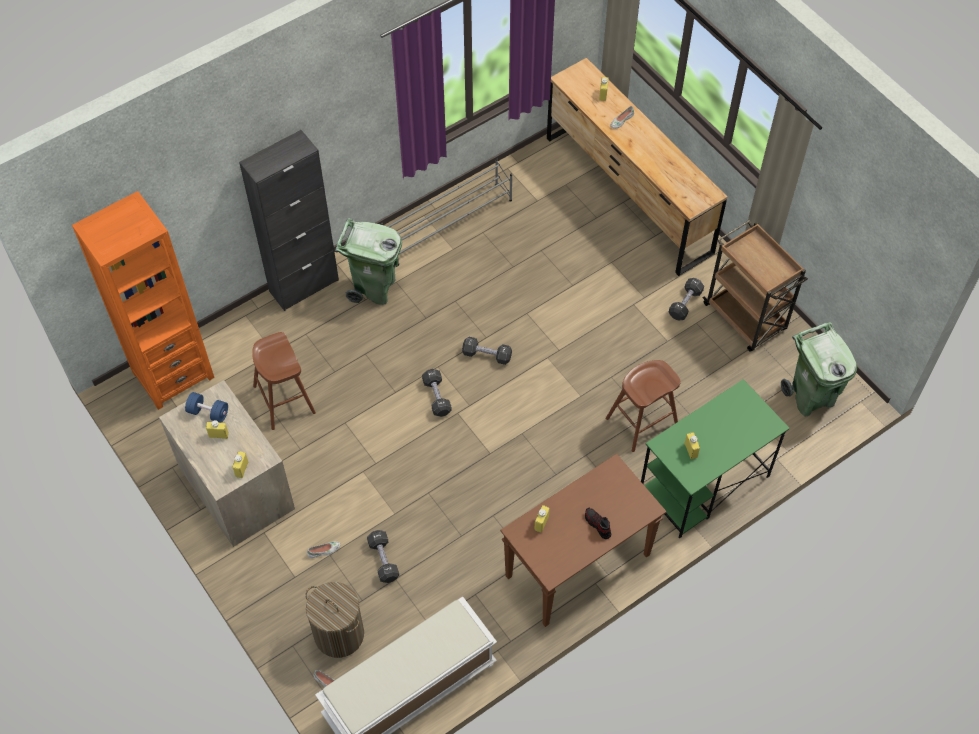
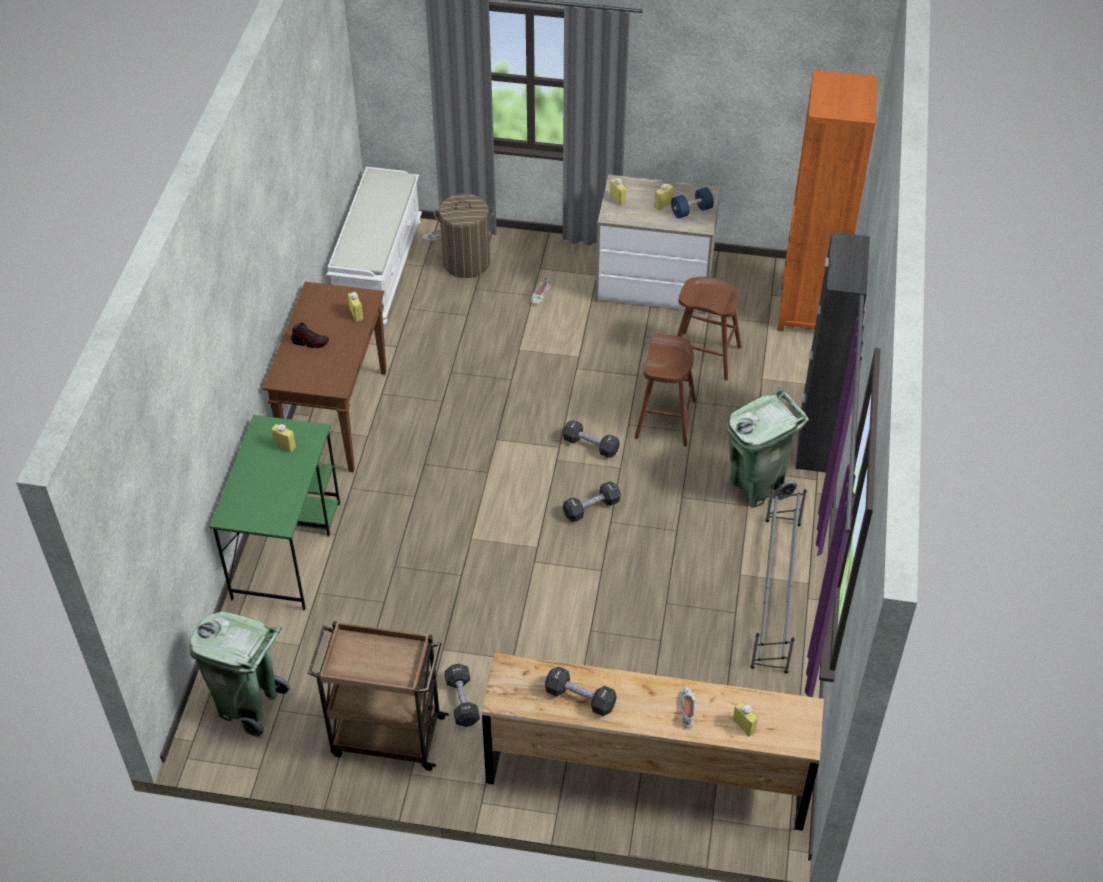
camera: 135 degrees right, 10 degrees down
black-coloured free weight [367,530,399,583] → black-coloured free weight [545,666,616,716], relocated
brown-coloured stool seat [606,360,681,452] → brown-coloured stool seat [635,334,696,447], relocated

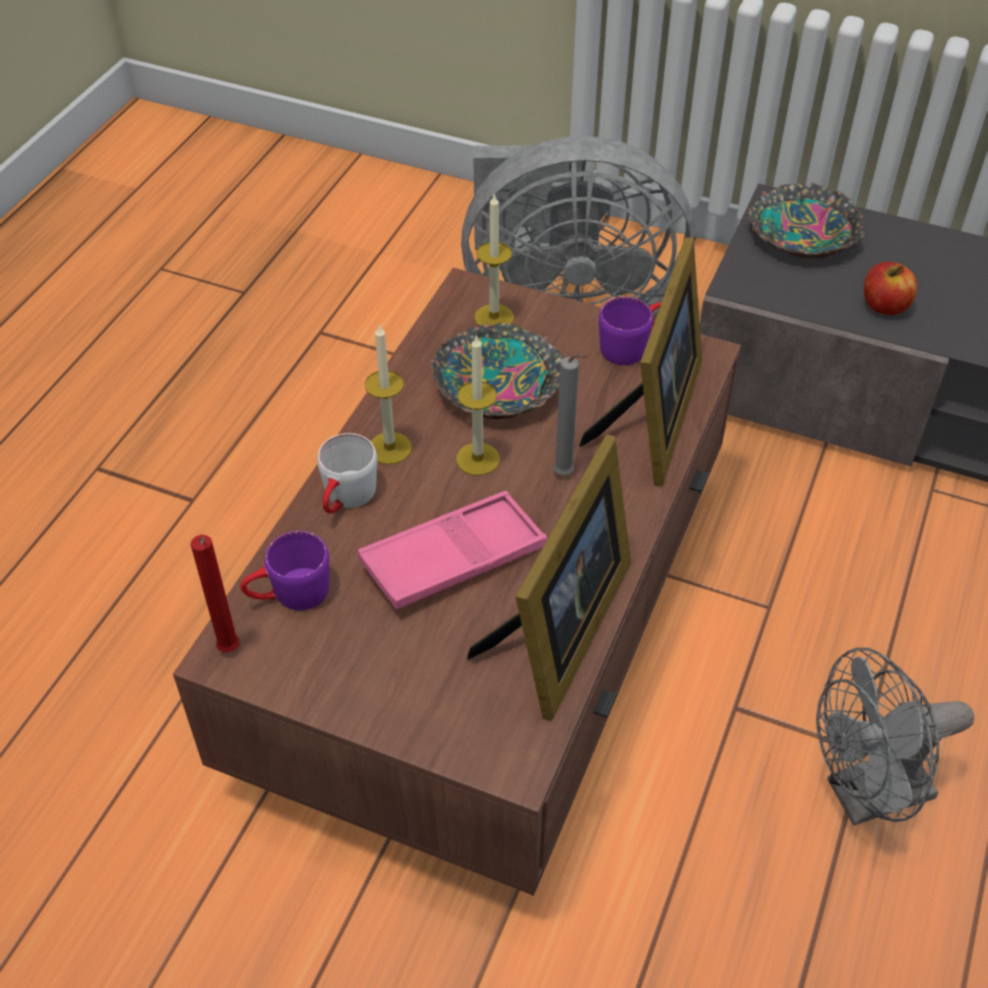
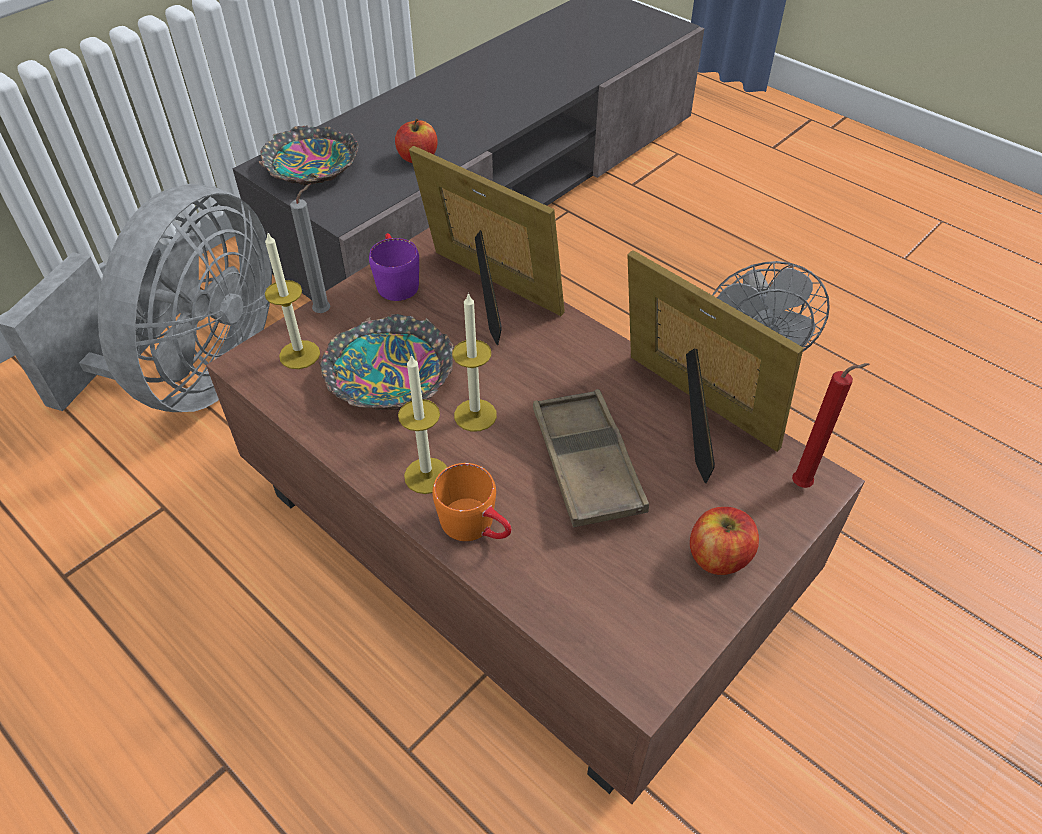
camera: 70 degrees left, 0 degrees up
greyish wax light [553,354,588,475] → greyish wax light [290,184,331,313], relocated
white-coloured mug [317,433,377,514] → orange mug [432,463,512,541]
pink serving tray [358,491,547,610] → brown-coloured serving tray [533,389,649,527]
- → apple fruit [690,507,759,575]
red-coloured wax light [191,535,240,653] → red-coloured wax light [792,363,869,488], relocated
purple-coloured mug [240,531,329,610] → -

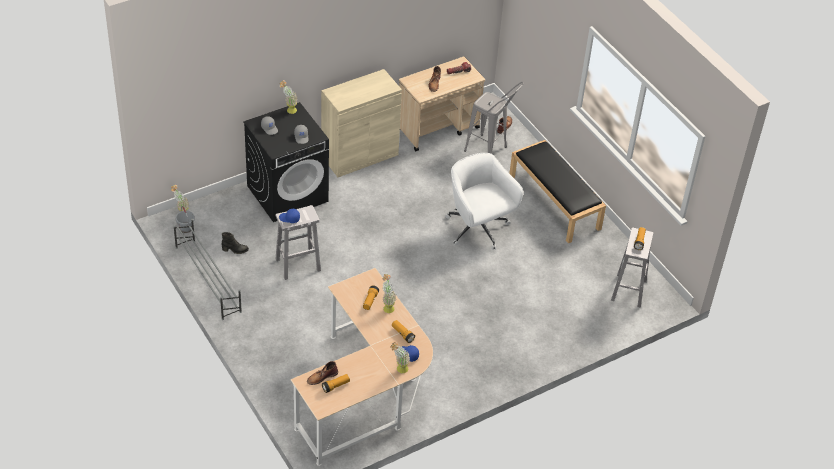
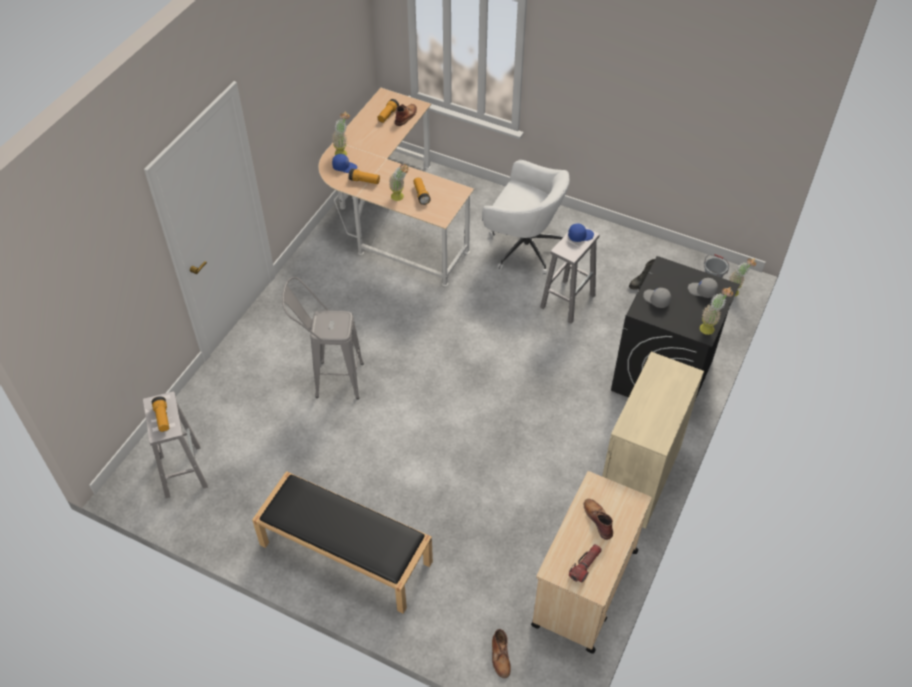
camera: 150 degrees right, 5 degrees up
greyish stool seat [464,82,524,154] → greyish stool seat [282,277,364,399], relocated
white-coloured office chair [445,153,523,250] → white-coloured office chair [482,160,570,275], relocated
greyish shoe shelf [174,219,242,320] → -

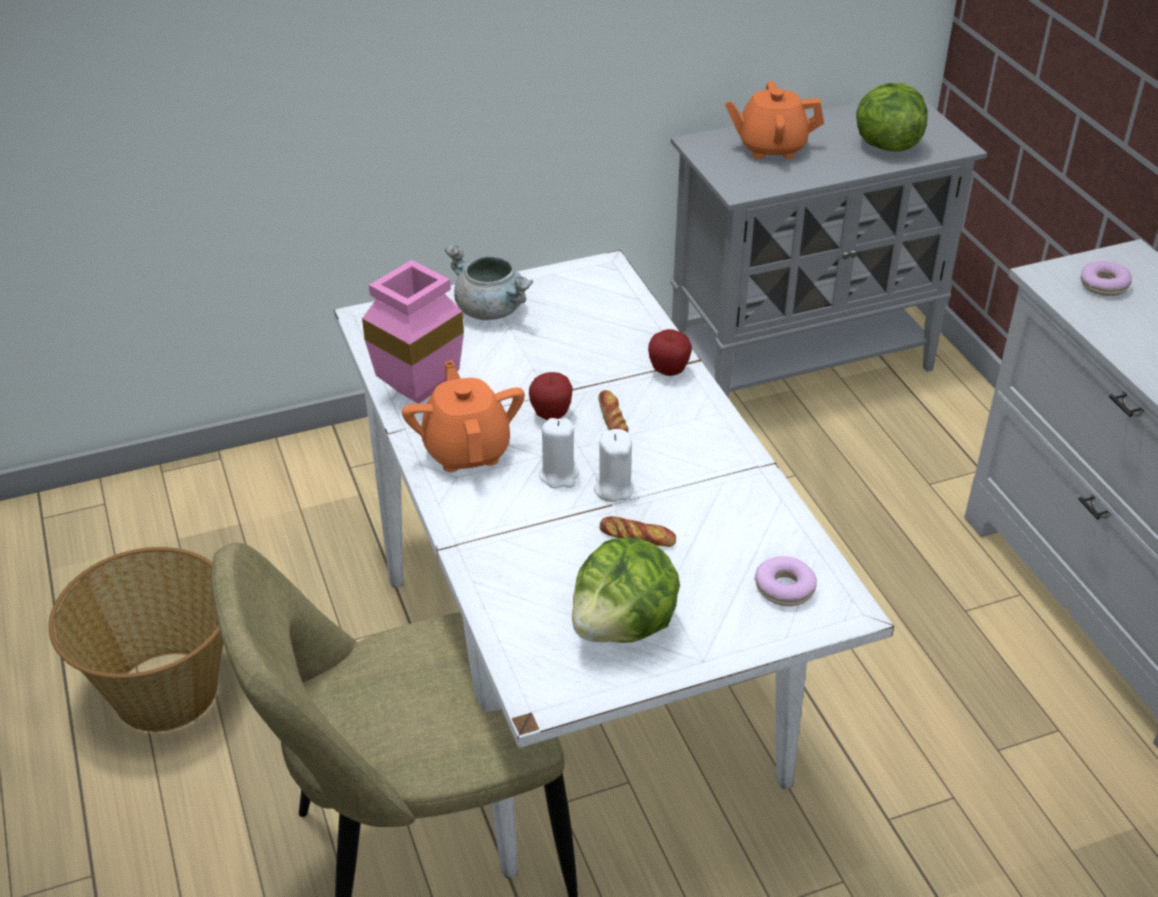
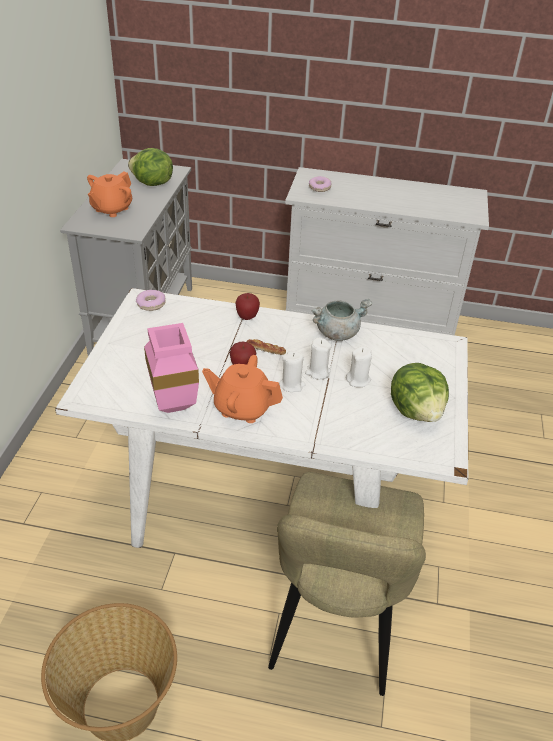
camera: 60 degrees left, 0 degrees up
donut [755,556,817,606] → donut [136,290,165,311], relocated
greyish cooking pot [445,245,533,320] → greyish cooking pot [311,299,372,341], relocated
baked bread [599,516,676,547] → white-coloured wax light [346,346,372,387]

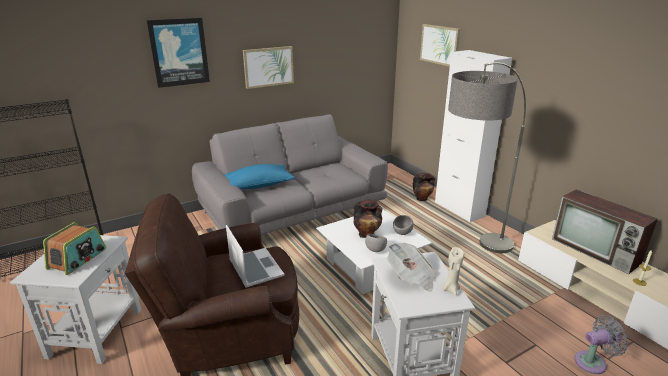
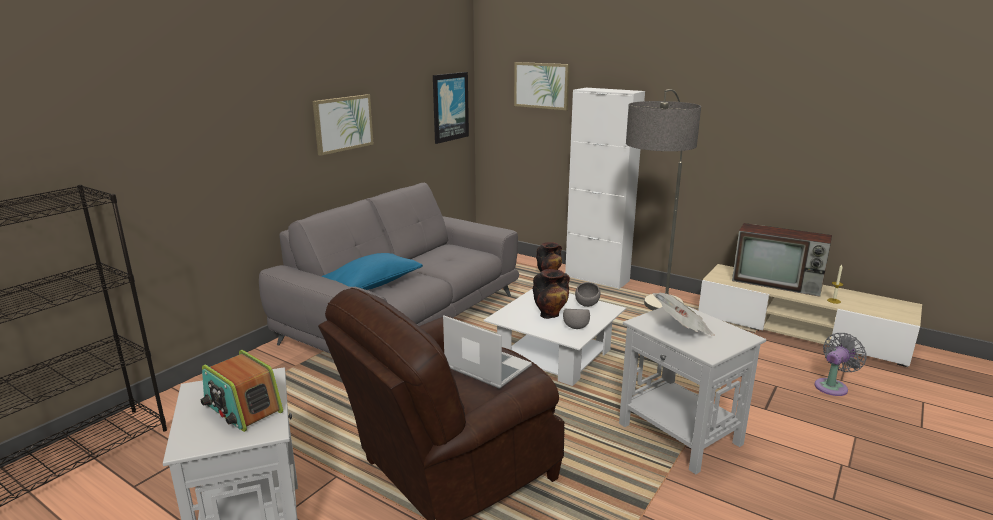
camera: 25 degrees left, 5 degrees down
radio set [43,222,106,275] → radio set [201,350,283,432], 135 degrees clockwise
picture [146,18,210,88] → picture [433,72,469,144], relocated
beige-coloured wax light [443,247,464,295] → -

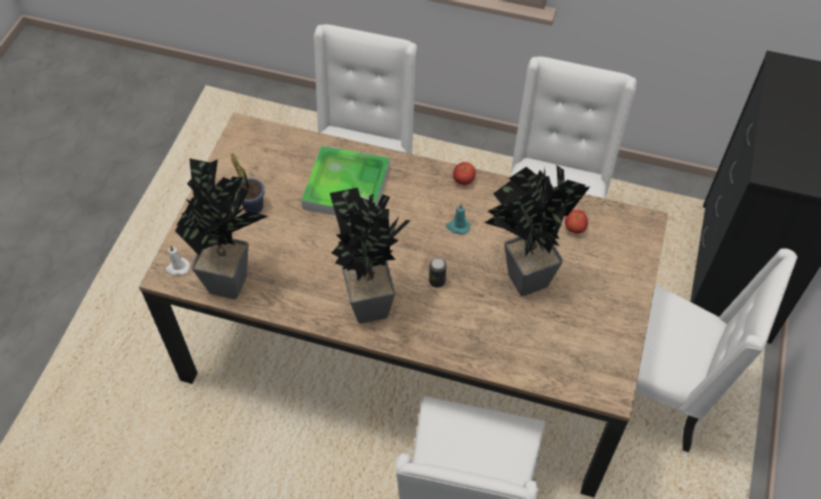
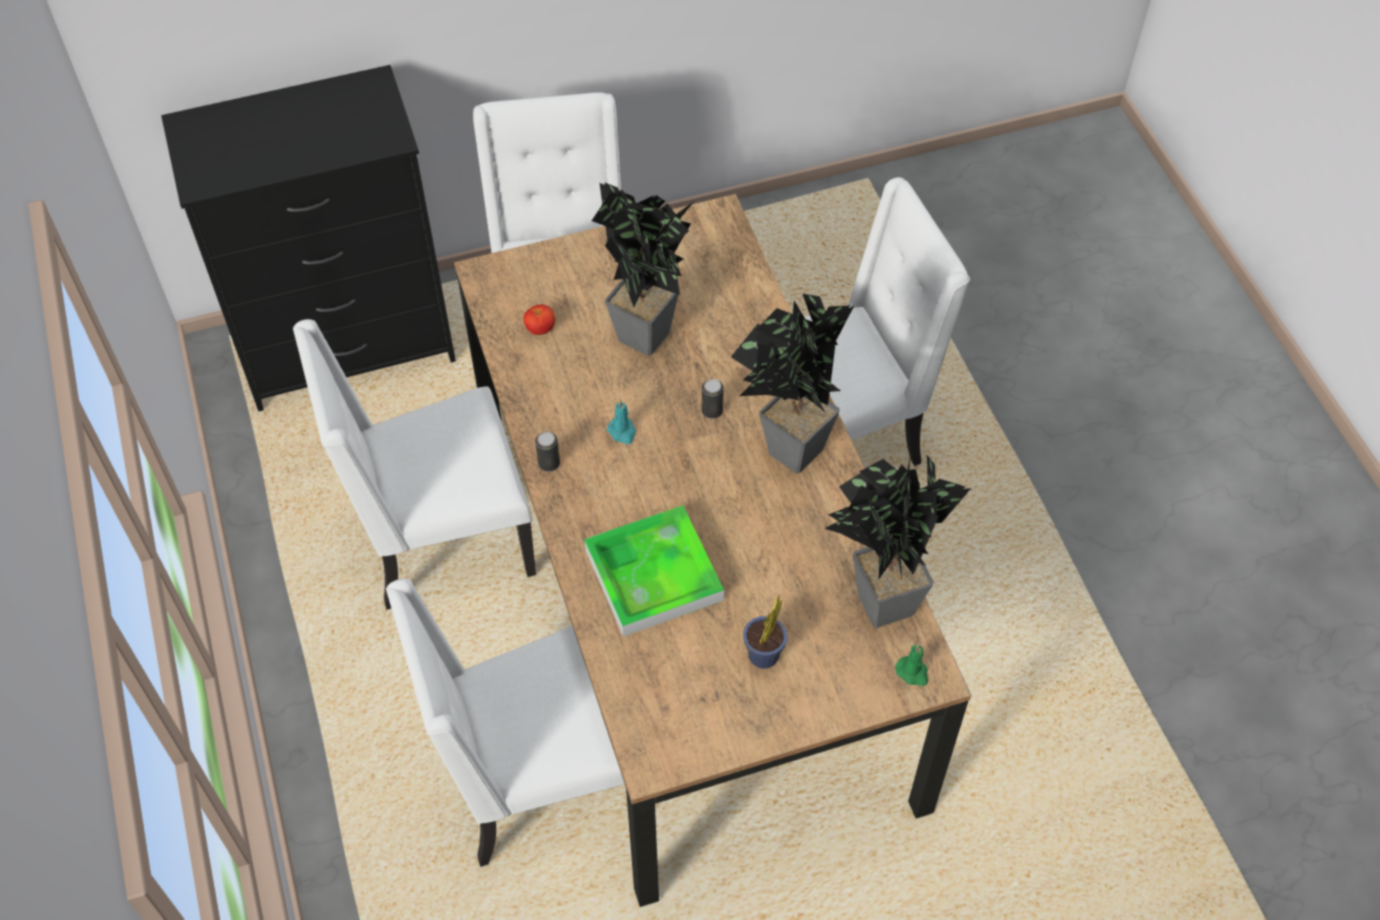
camera: 125 degrees left, 0 degrees up
tomato [453,162,476,185] → can [535,432,560,472]
white-coloured wax light [165,245,190,276] → greenish wax light [896,644,928,686]

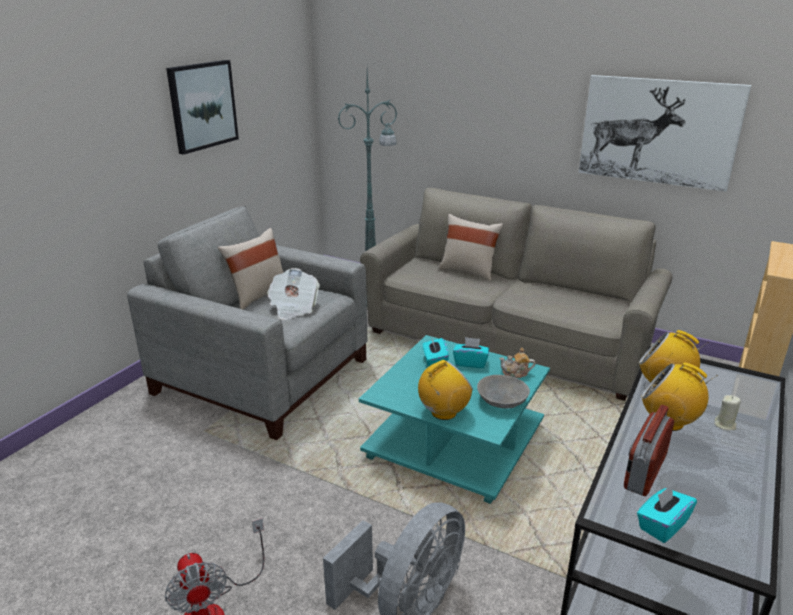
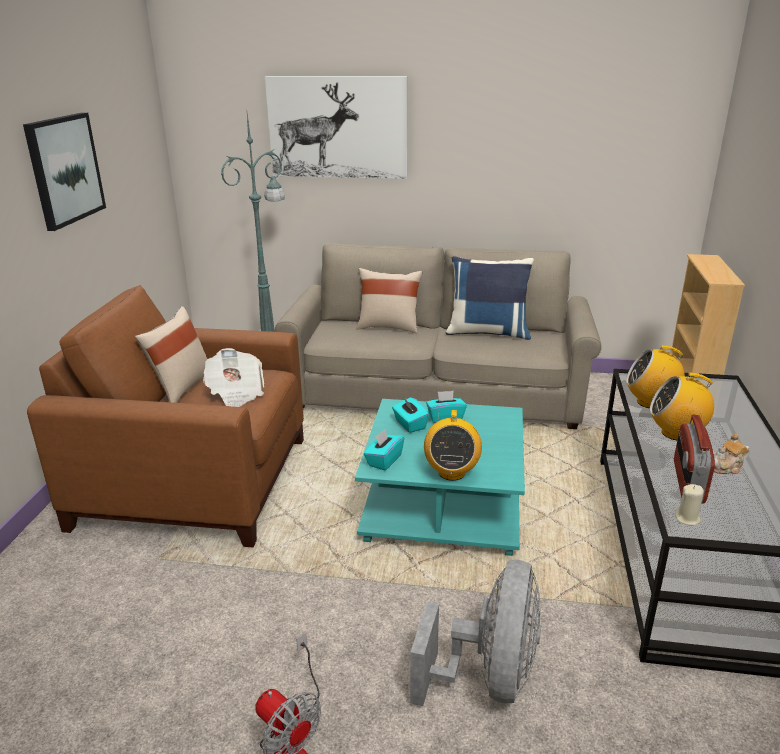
camera: 20 degrees left, 0 degrees up
greyish easy chair [127,206,367,440] → brown-coloured easy chair [27,286,304,547]
picture [579,75,751,192] → picture [265,76,407,179], relocated
turquoise tissue holder [637,485,697,543] → turquoise tissue holder [364,429,404,471], relocated
radio set [418,360,473,420] → radio set [424,410,482,481], 150 degrees clockwise
- → bluish throw pillow [446,256,534,340]
beige-coloured wax light [714,395,741,431] → beige-coloured wax light [675,484,704,525], relocated
tea pot [499,348,535,378] → tea pot [713,434,750,474], relocated
greyish deep dish [477,375,530,409] → -

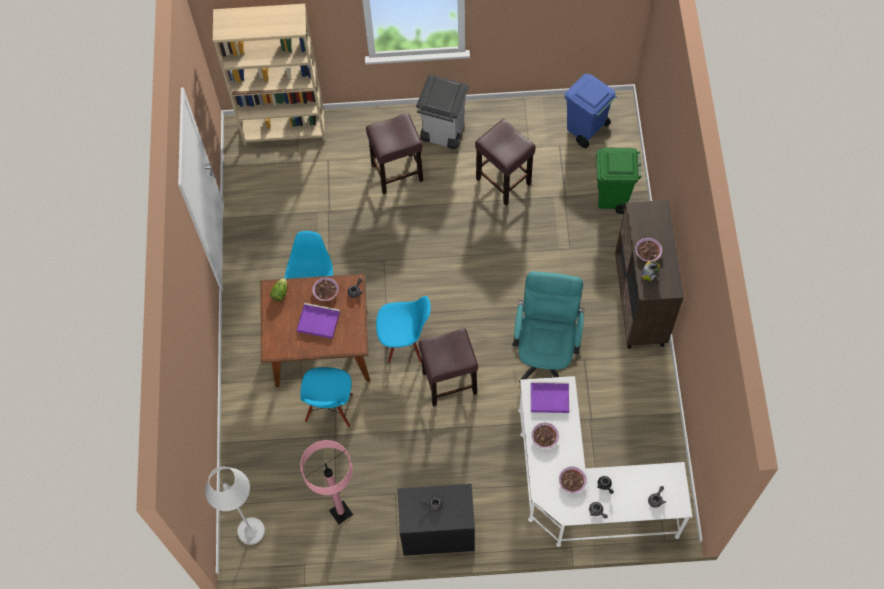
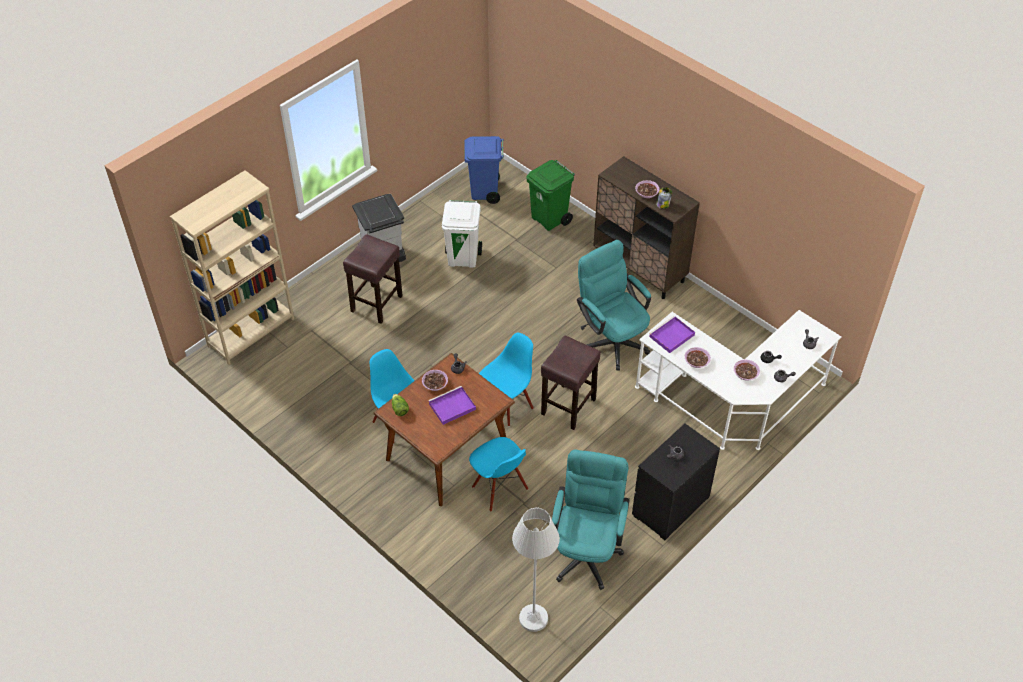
camera: 45 degrees left, 15 degrees down
brown-coloured stool seat [475,119,535,205] → white-coloured waste bin [442,200,482,268]
pink floor lamp [300,440,353,524] → turquoise office chair [552,449,630,590]

